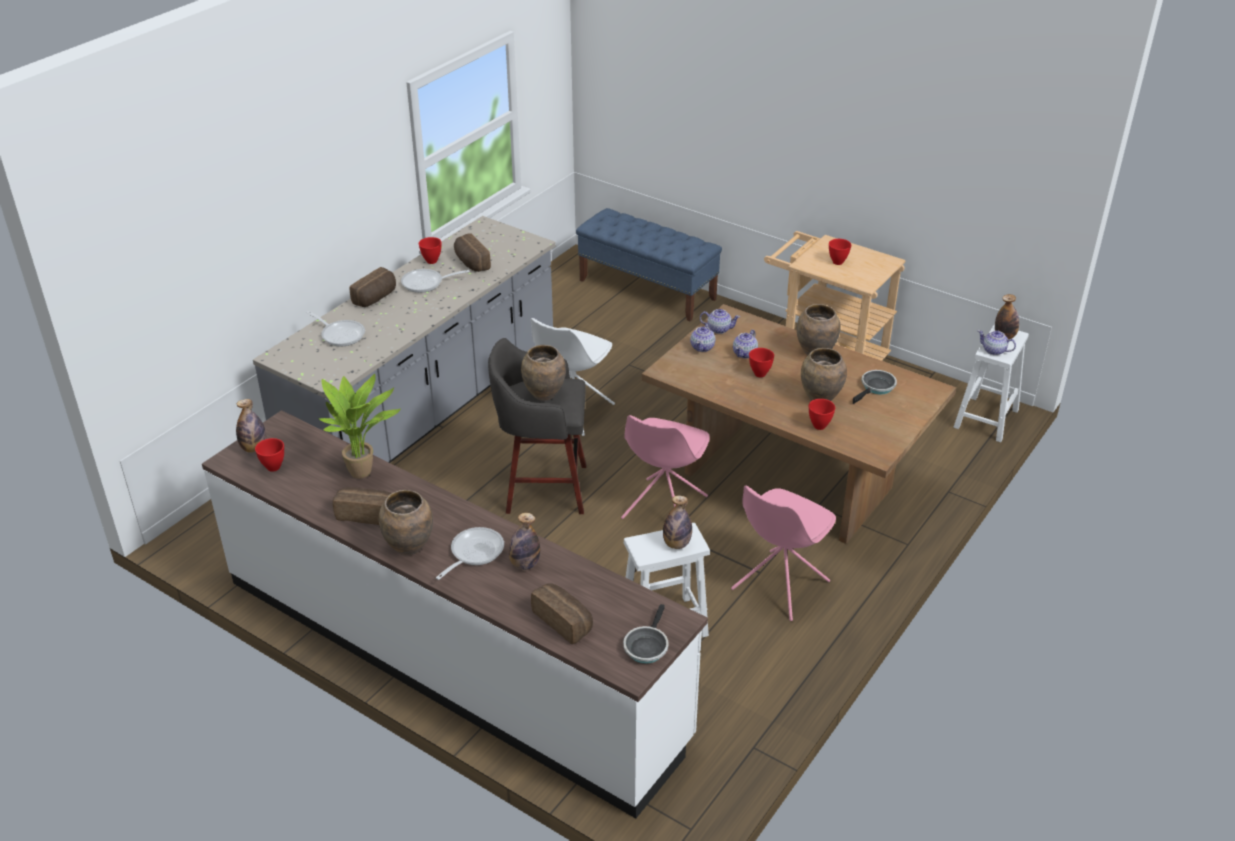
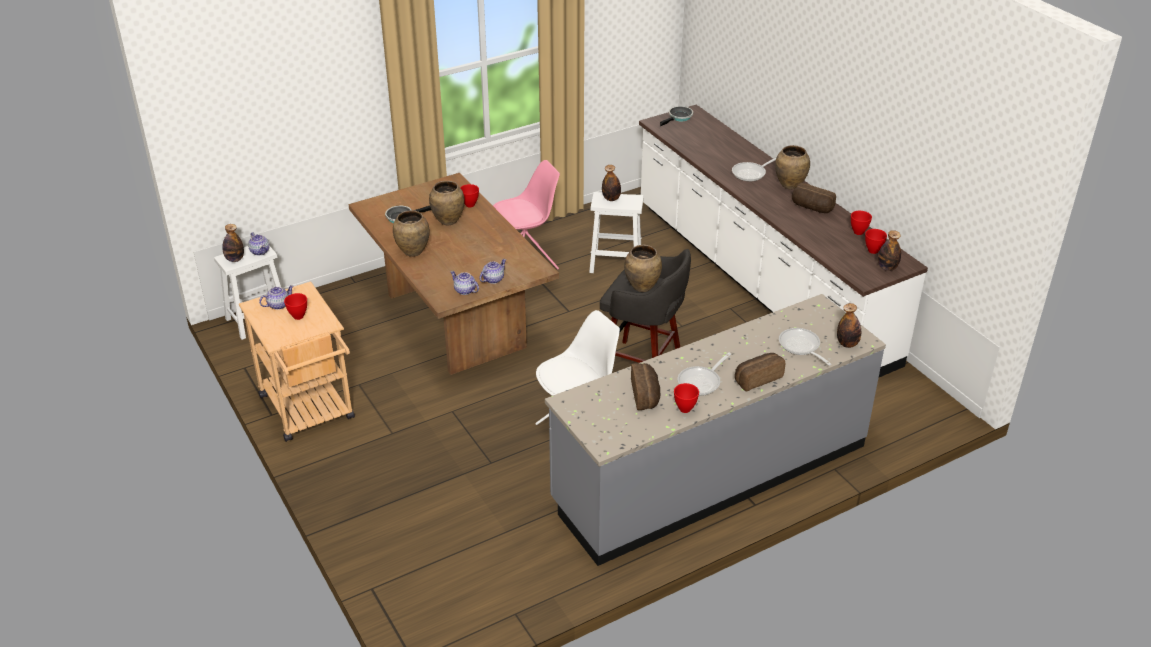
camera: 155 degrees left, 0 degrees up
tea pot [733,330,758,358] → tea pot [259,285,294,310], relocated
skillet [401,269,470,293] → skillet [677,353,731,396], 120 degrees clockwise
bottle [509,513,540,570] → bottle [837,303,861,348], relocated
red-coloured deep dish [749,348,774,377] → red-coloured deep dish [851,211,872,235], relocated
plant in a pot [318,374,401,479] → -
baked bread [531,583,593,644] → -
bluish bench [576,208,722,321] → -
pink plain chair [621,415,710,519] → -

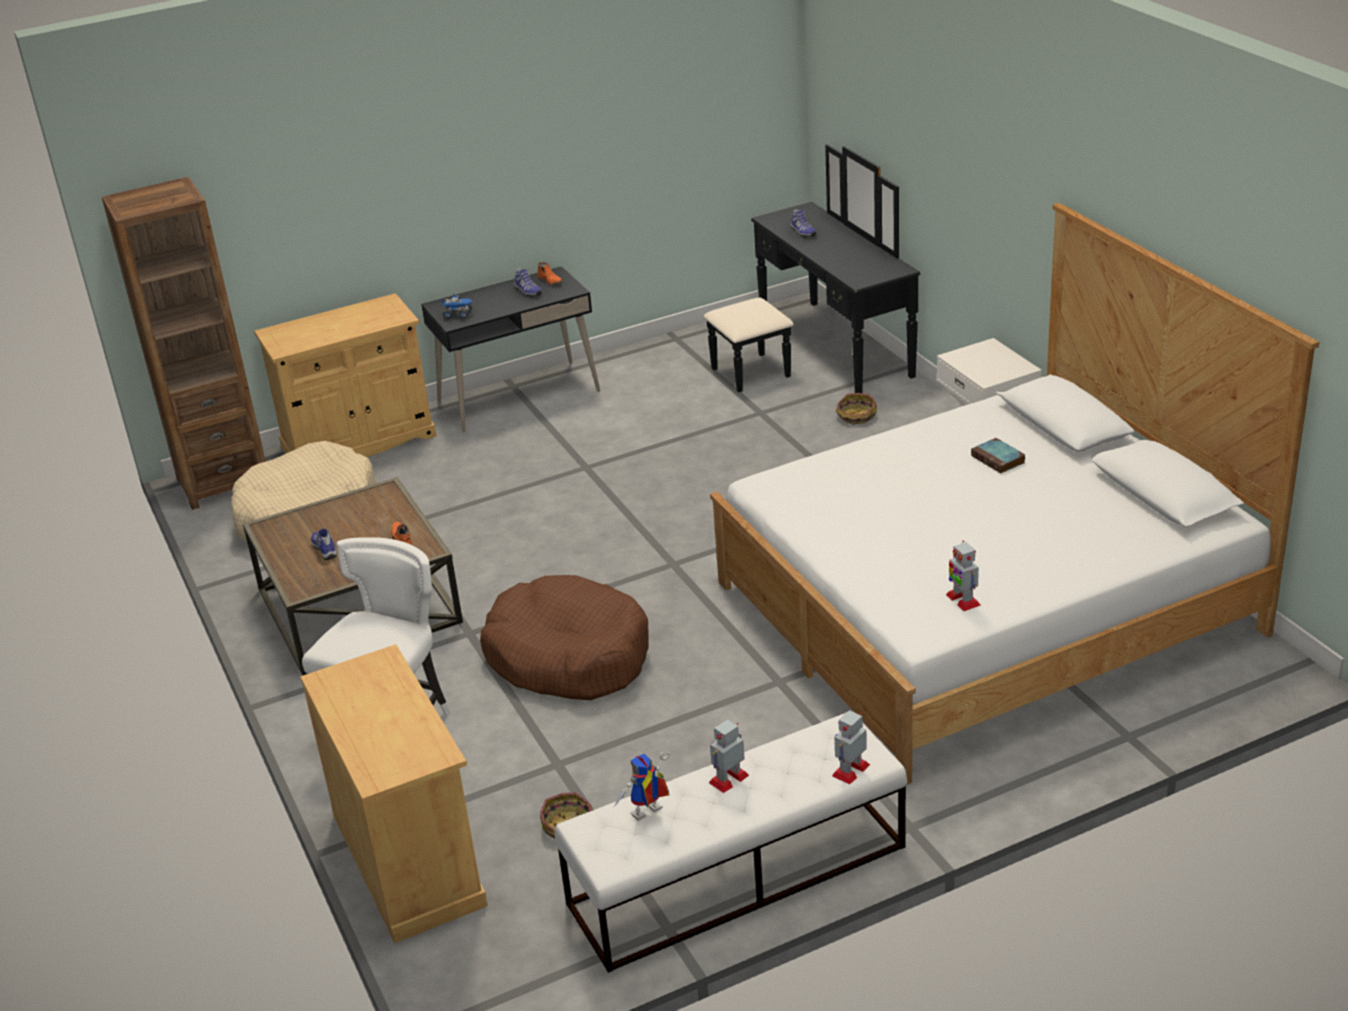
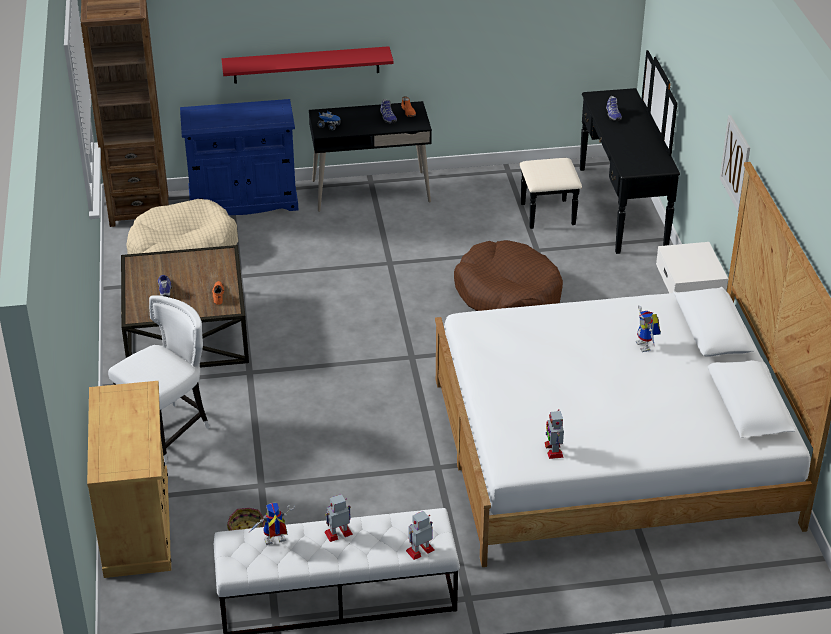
camera: 15 degrees right, 5 degrees up
beige-coloured cupboard [254,293,436,457] → bluish cupboard [180,99,298,215]
- → red-coloured bracket shelf [222,46,394,84]
brown-coloured dog cushion [480,575,648,700] → brown-coloured dog cushion [454,240,563,311], relocated
book [971,438,1025,473] → model robot [636,305,661,352]
- → picture [720,115,750,212]
basket [836,393,877,425] → -

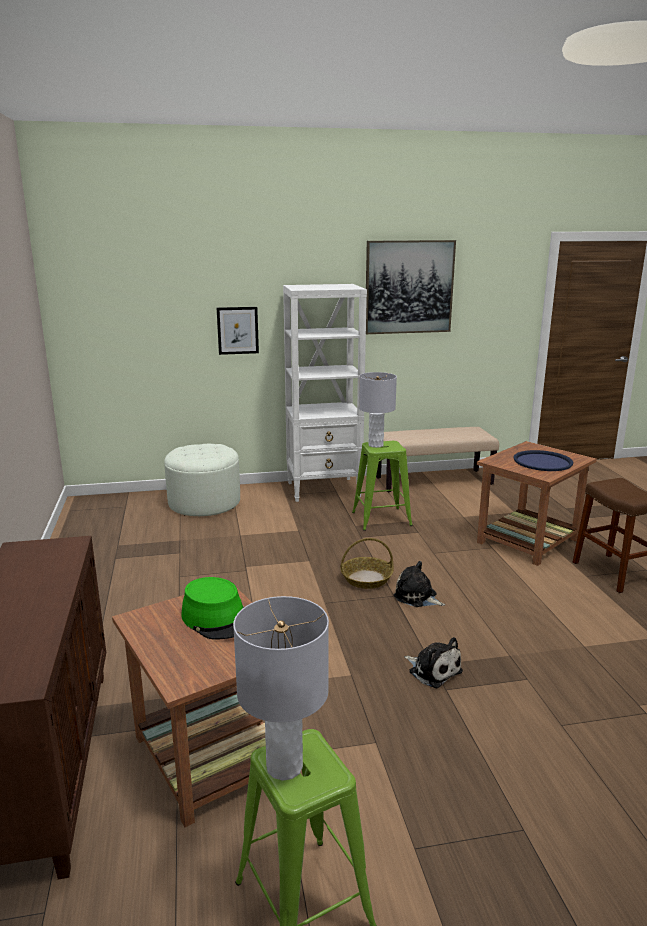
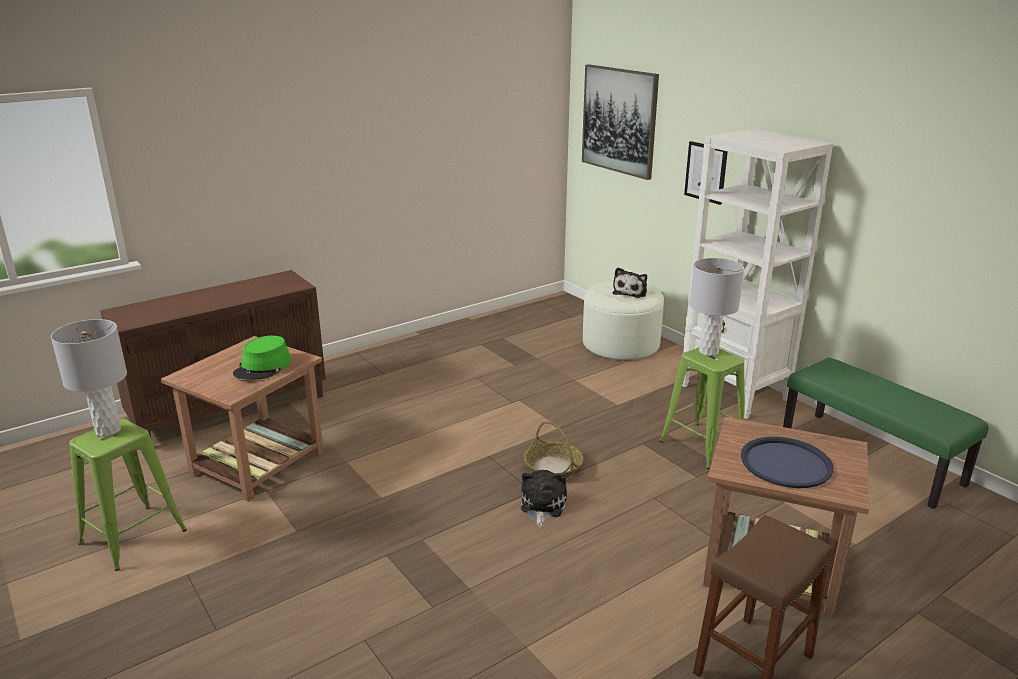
camera: 65 degrees right, 5 degrees up
picture [366,240,456,334] → picture [582,64,659,180], relocated
plush toy [404,637,463,688] → plush toy [613,267,647,298], relocated
beige-coloured bench [376,427,499,492] → greenish bench [783,358,988,509]

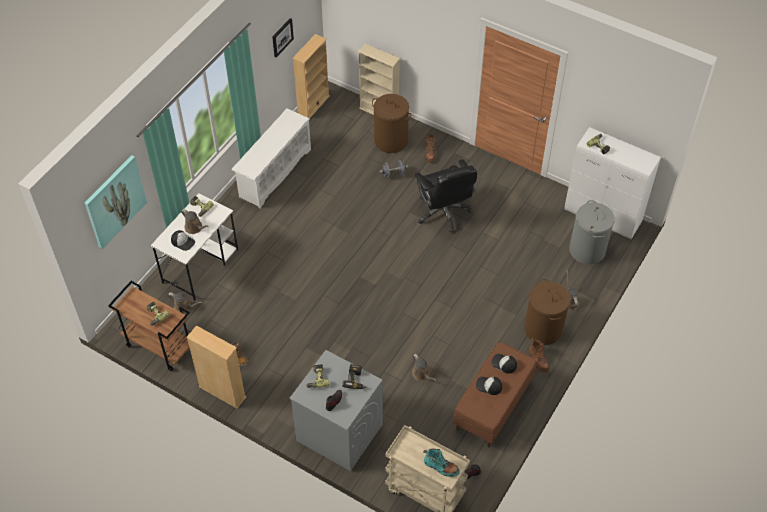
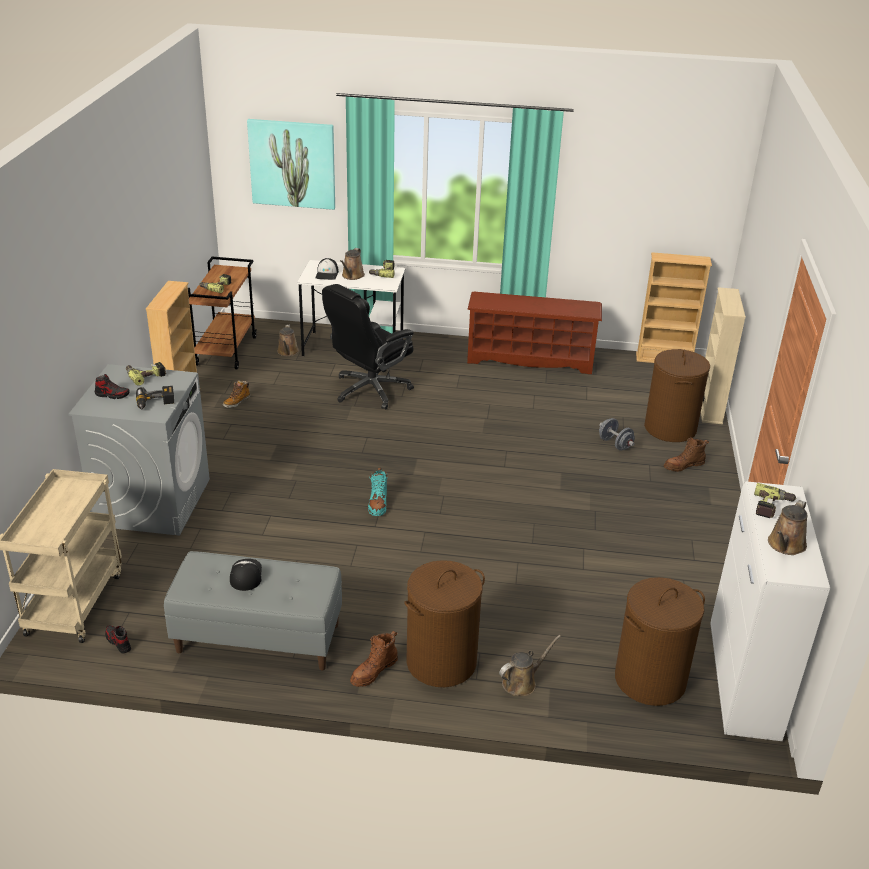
camera: 65 degrees right, 20 degrees down
brown-coloured bench [453,342,537,447] → greyish bench [164,551,342,671]
black-coloured office chair [415,159,477,233] → black-coloured office chair [322,284,414,410], relocated
turquoise boot [423,448,460,477] → turquoise boot [368,468,388,516], relocated
white-coloured shoe shelf [232,108,311,209] → brown-coloured shoe shelf [467,291,602,374]
greyish hamper [569,200,615,264] → brown-coloured hamper [615,577,705,706]
brown-coloured watering pot [412,354,437,381] → brown-coloured watering pot [768,500,808,555], relocated
picture [272,18,294,57] → -
baseball cap [491,354,517,374] → -

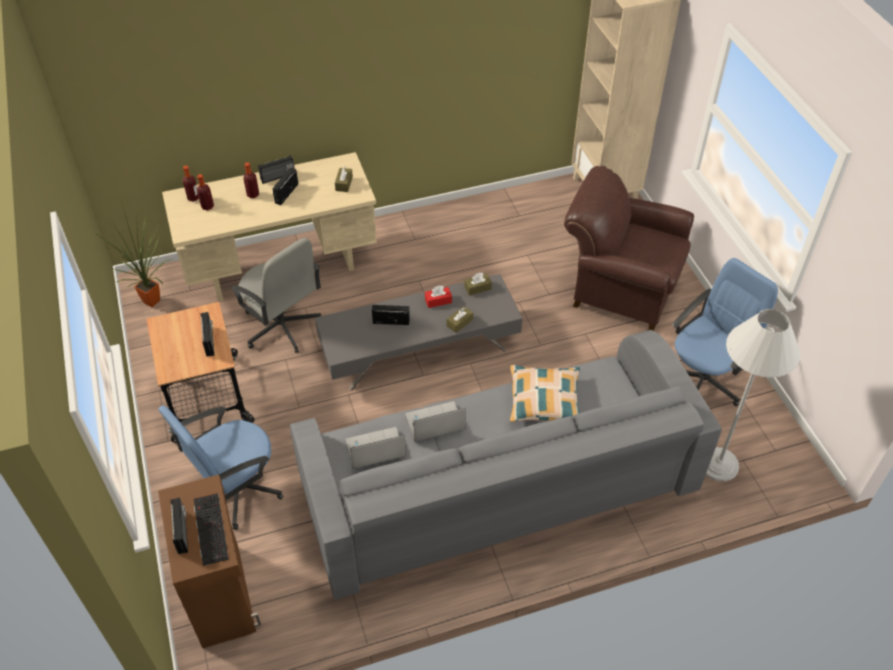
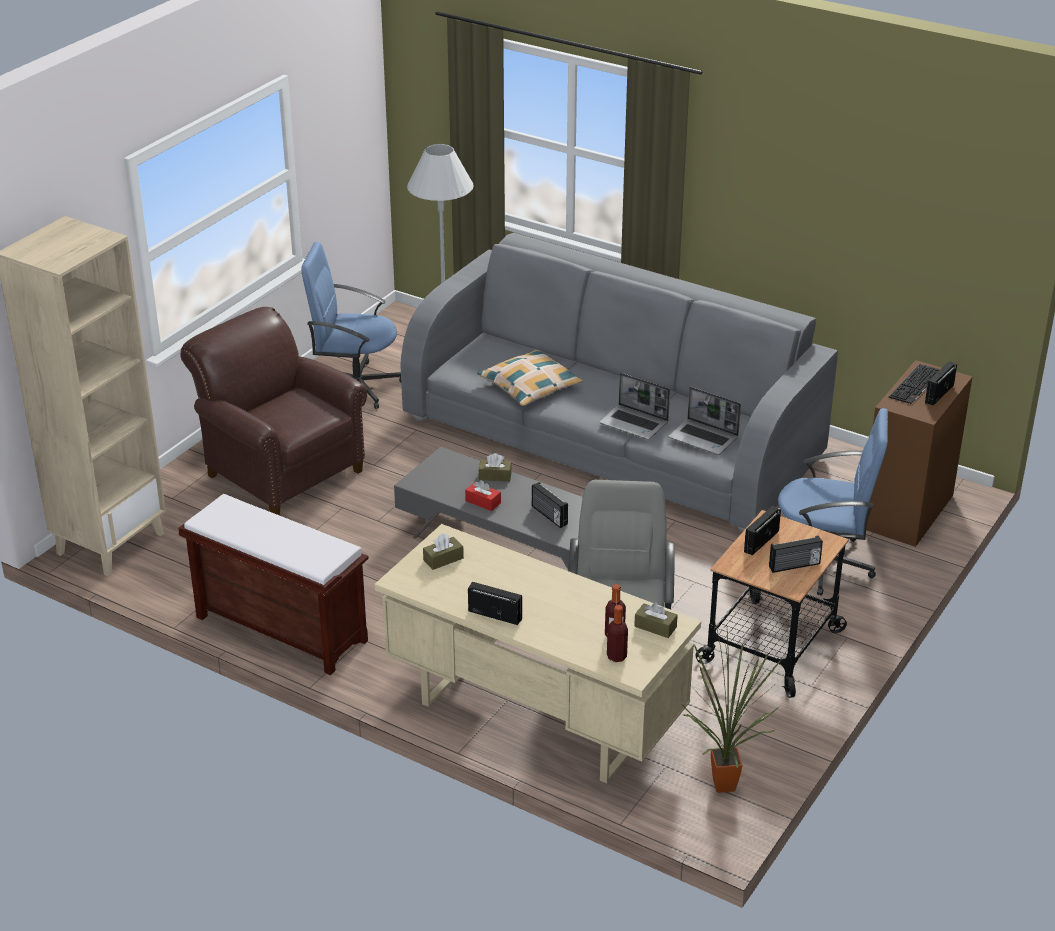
camera: 130 degrees left, 15 degrees down
- → brown-coloured bench [178,494,369,675]
brown-coloured easy chair [564,166,694,331] → brown-coloured easy chair [180,307,367,516], 150 degrees clockwise
brown-coloured tissue holder [464,273,492,296] → brown-coloured tissue holder [634,602,678,638], relocated
radio set [273,167,298,205] → radio set [769,536,823,573], relocated
bottle [244,162,259,198] → -

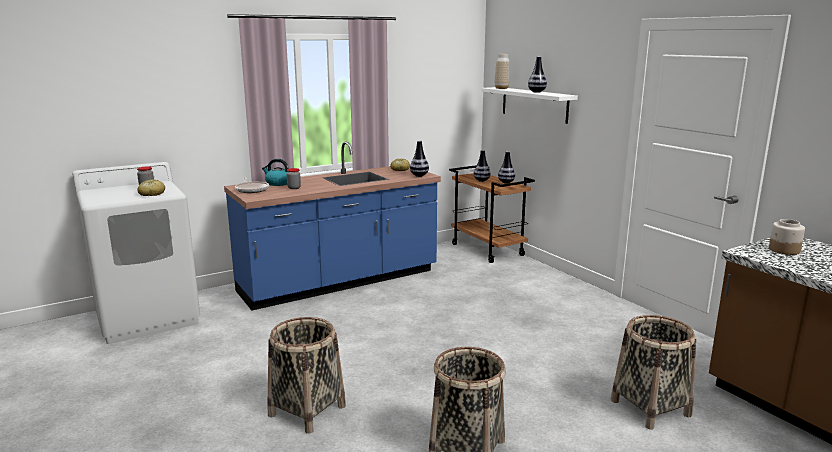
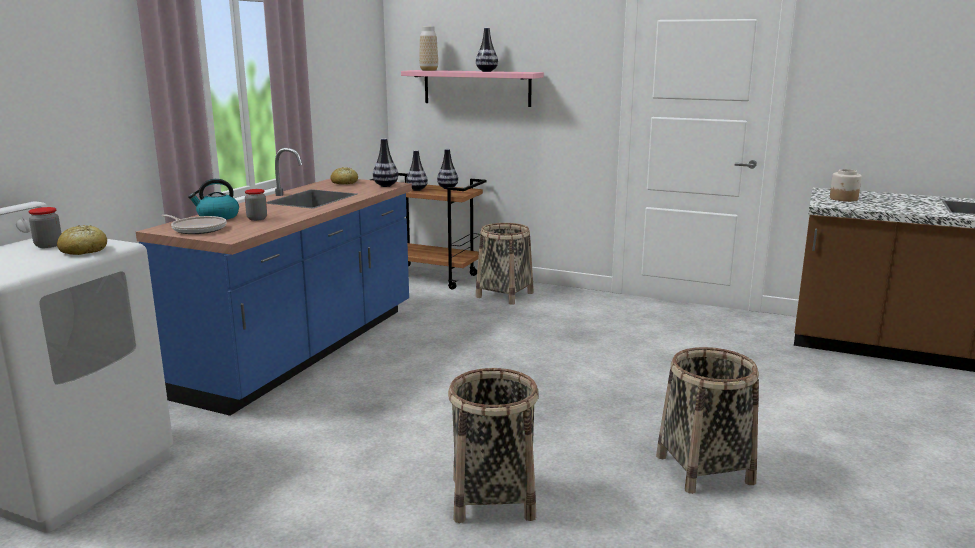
camera: 35 degrees left, 0 degrees up
white-coloured bracket shelf [481,87,578,124] → pink bracket shelf [401,70,544,107]
basket [611,315,696,429] → basket [476,223,533,305], relocated

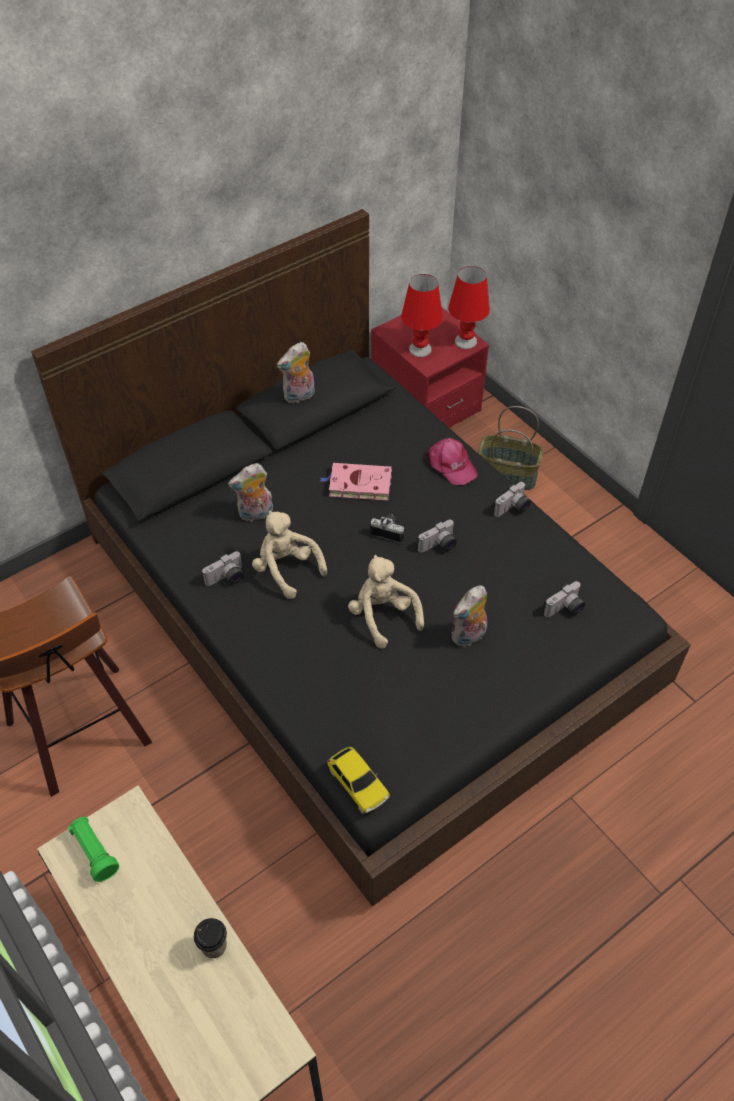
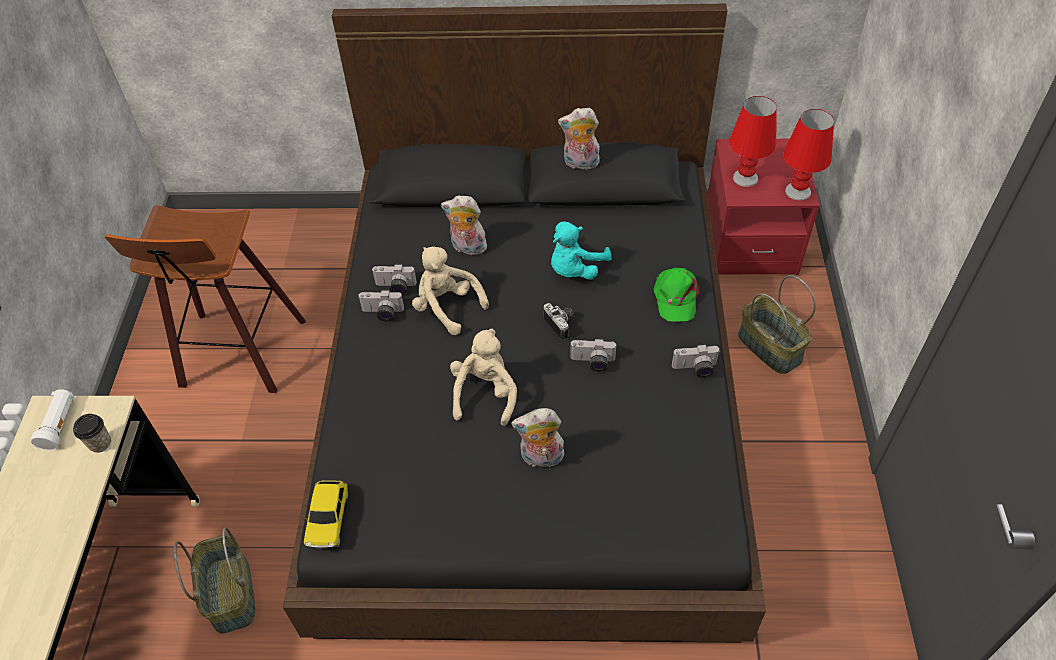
camera: 40 degrees right, 0 degrees up
greenish hand torch [67,817,119,882] → white-coloured hand torch [30,389,74,451]
drinking cup [194,918,227,958] → drinking cup [73,414,111,453], relocated
- → basket [174,527,255,634]
photo camera [543,581,585,617] → photo camera [358,289,404,322], relocated
beige-coloured plush toy [252,511,327,599] → beige-coloured plush toy [412,247,489,335], 45 degrees counterclockwise
pink book [320,463,392,501] → turquoise plush toy [551,221,611,279]
pink baseball cap [425,438,478,485] → greenish baseball cap [654,268,700,322]

